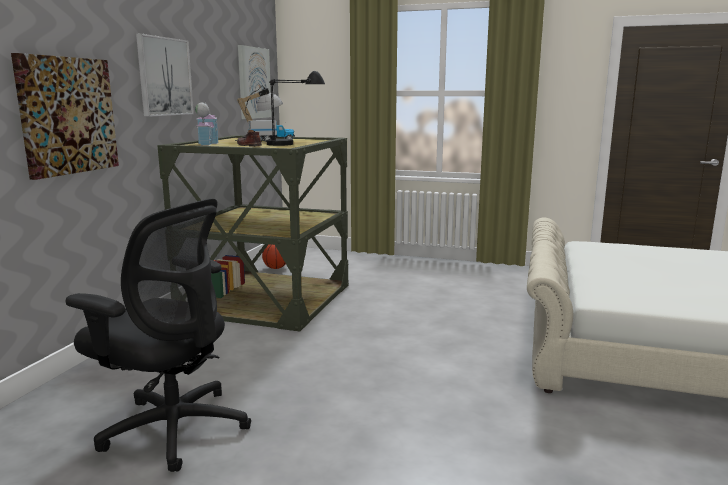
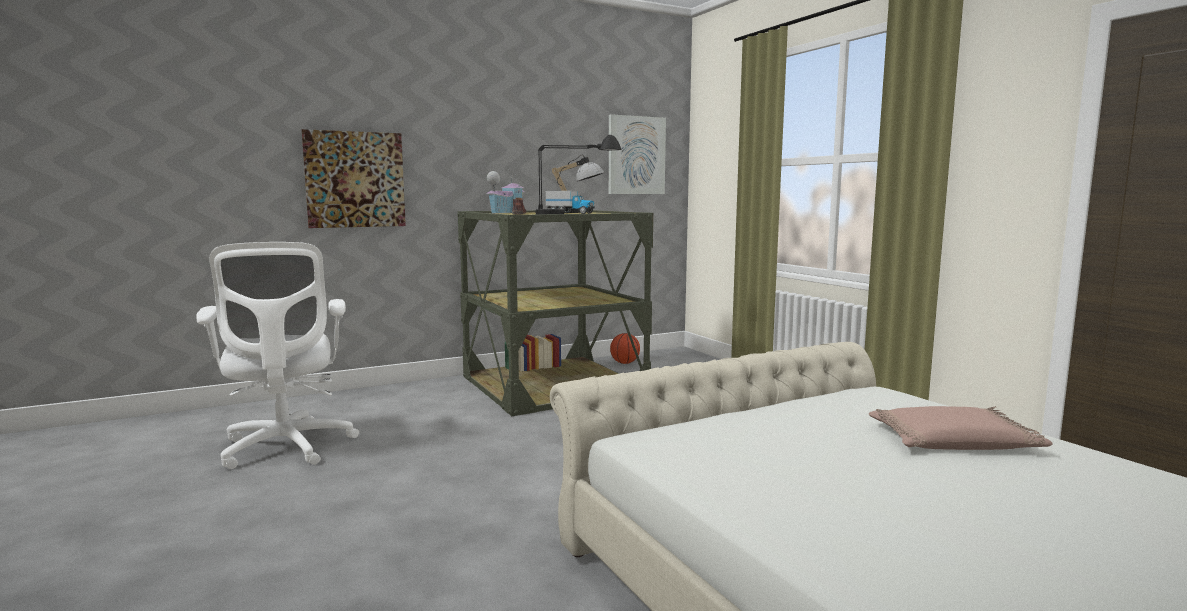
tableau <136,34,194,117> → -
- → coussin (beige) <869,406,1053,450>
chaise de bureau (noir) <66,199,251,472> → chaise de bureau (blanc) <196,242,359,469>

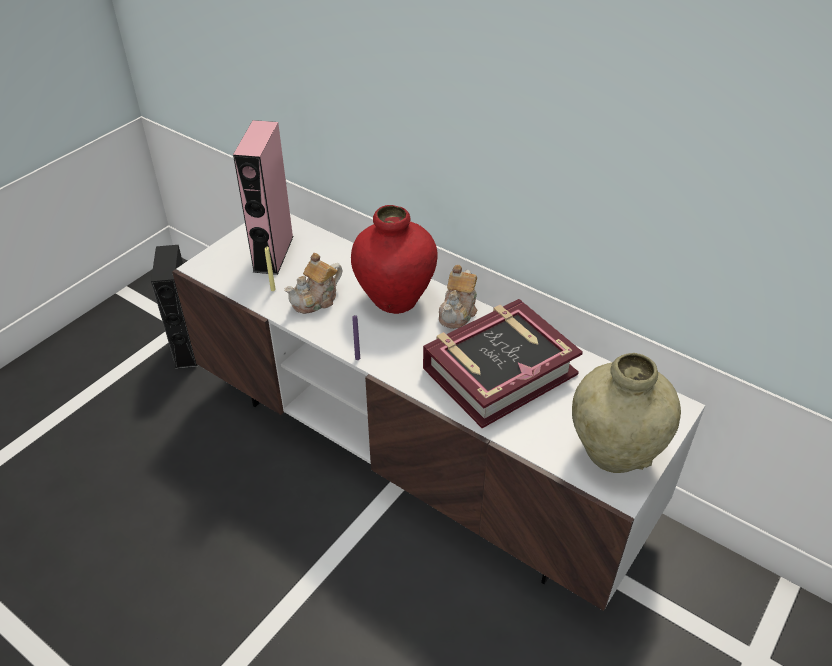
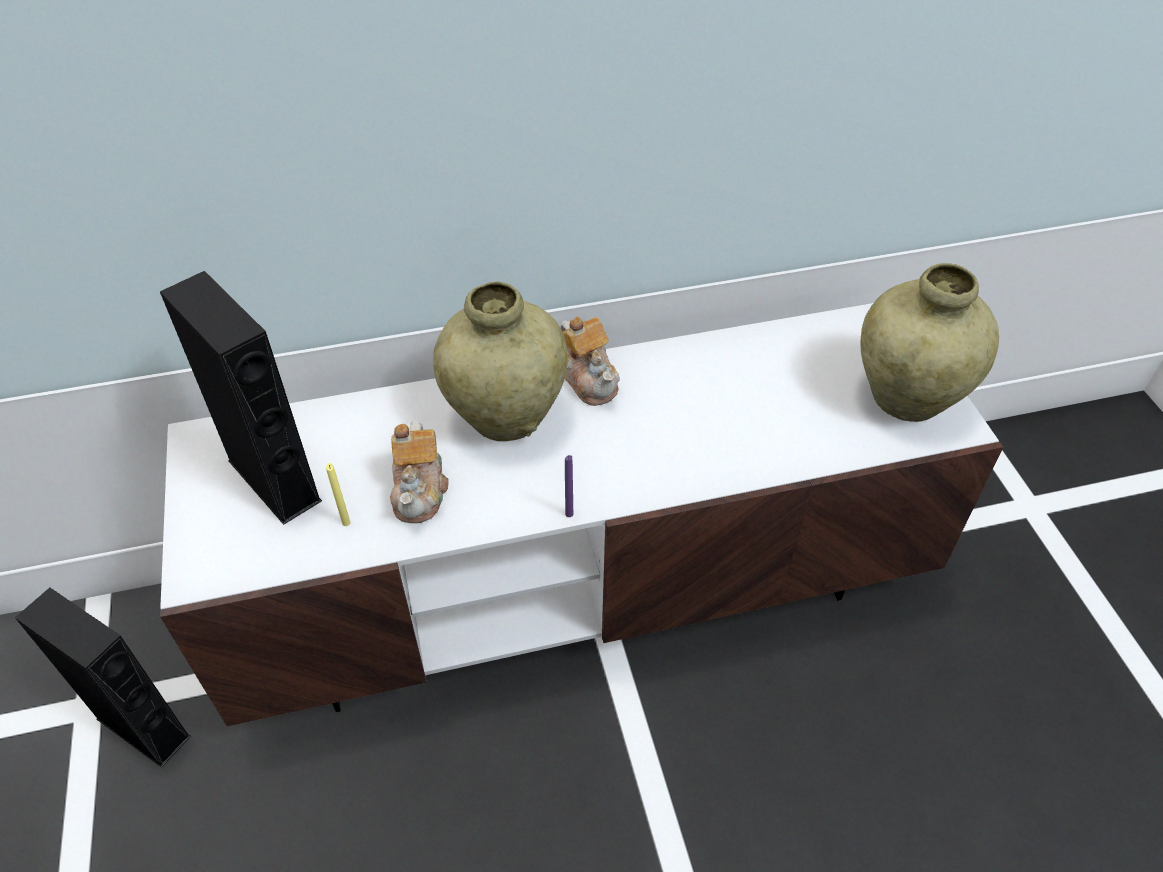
livre <423,299,583,428> → -
enceinte (rose) <233,120,294,275> → enceinte (noir) <160,271,322,525>
vase (rouge) <351,205,438,314> → vase (beige) <433,281,568,441>

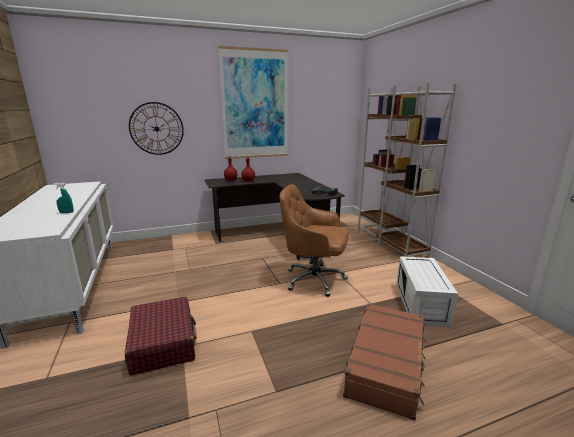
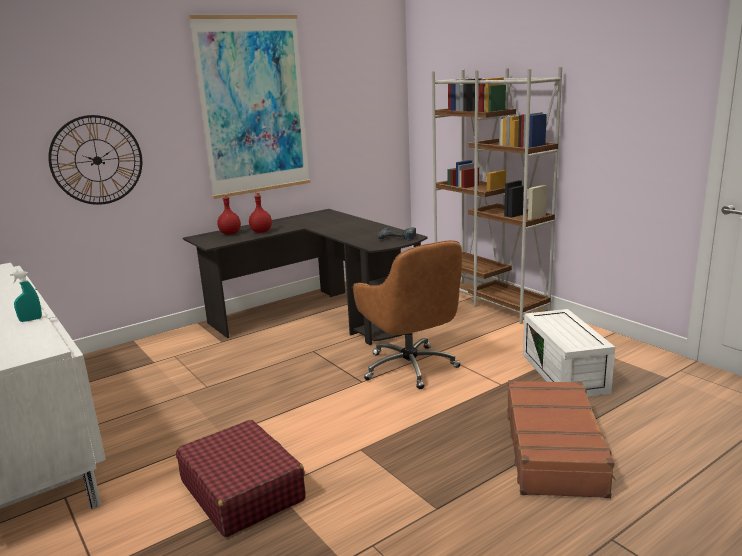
chaise de bureau (marron) <279,184,349,297> → chaise de bureau (marron) <353,240,462,389>, 120 degrees counterclockwise

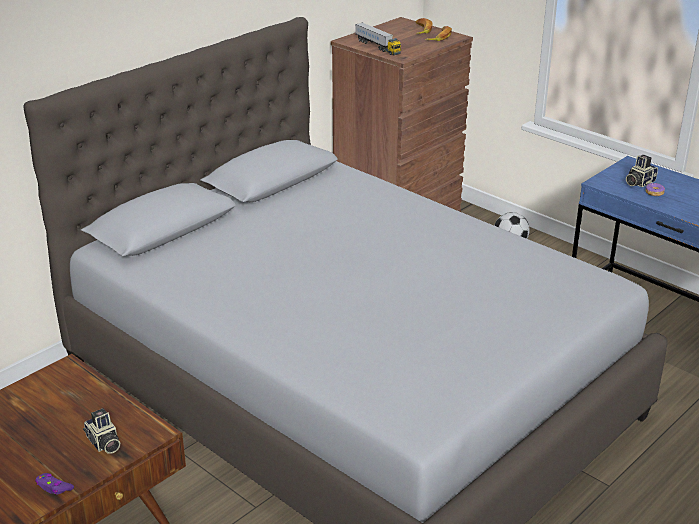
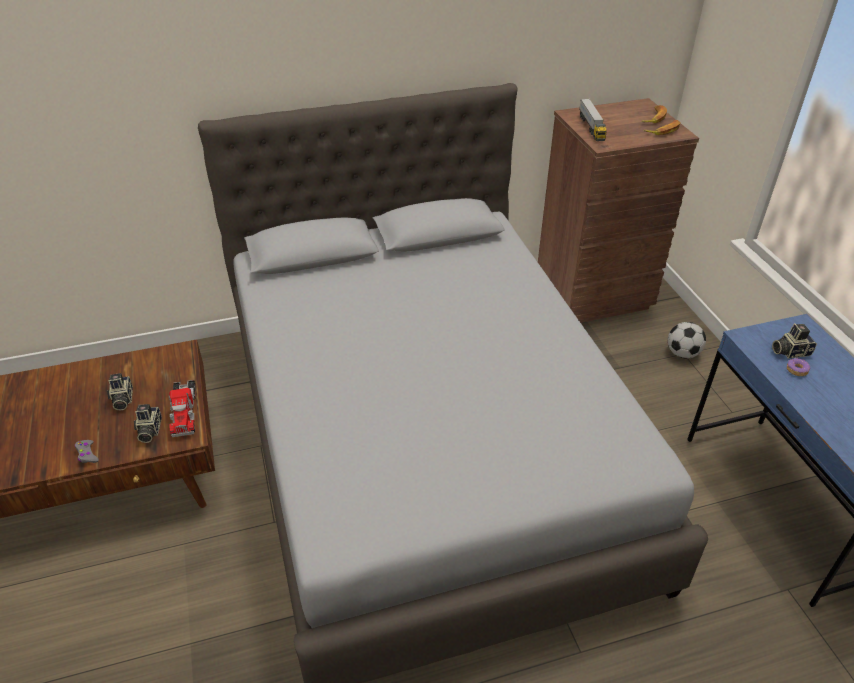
- → appareil photo <107,373,133,411>
- → camion jouet <169,380,196,437>
manette (violet) <35,473,74,494> → manette (gris) <75,440,99,463>

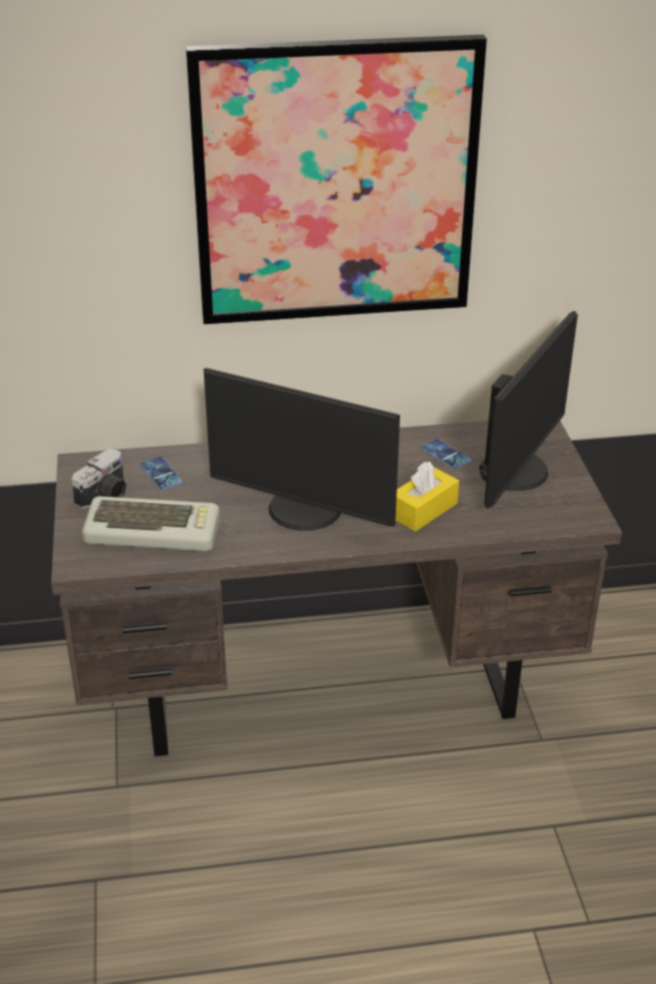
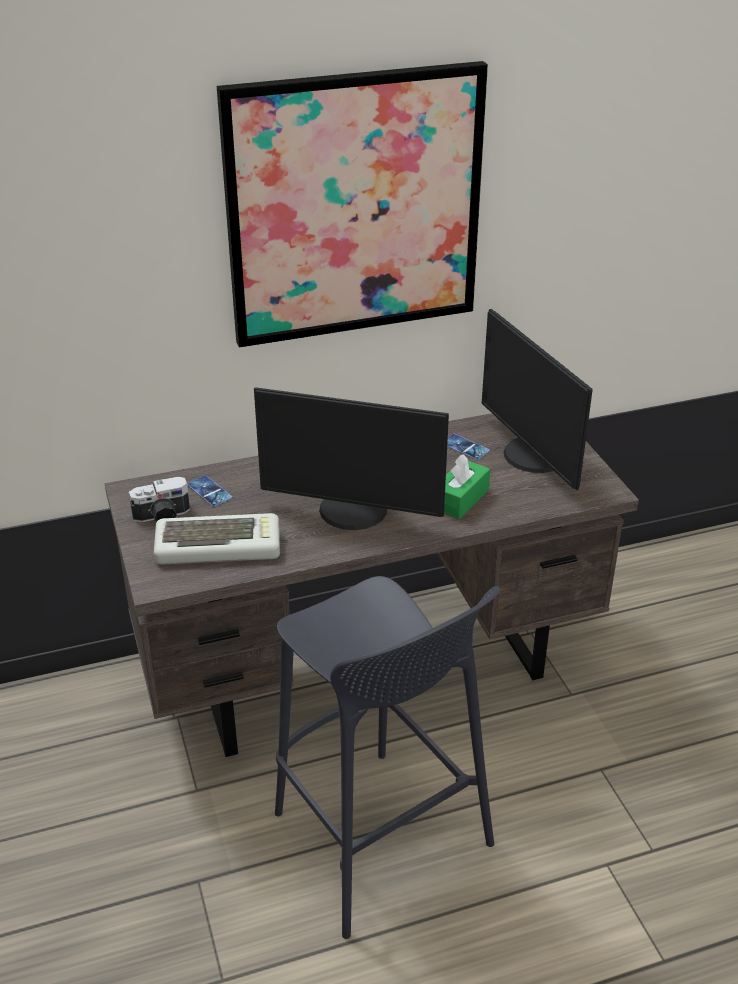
- → tabouret (gris) <275,576,501,939>
boîte à mouchoirs (jaune) <396,462,459,532> → boîte à mouchoirs (vert) <444,454,490,519>
appareil photo <72,449,127,508> → appareil photo <129,477,190,522>, 45 degrees clockwise
écran d'ordinateur <479,311,578,509> → écran d'ordinateur <482,309,593,490>, 135 degrees clockwise

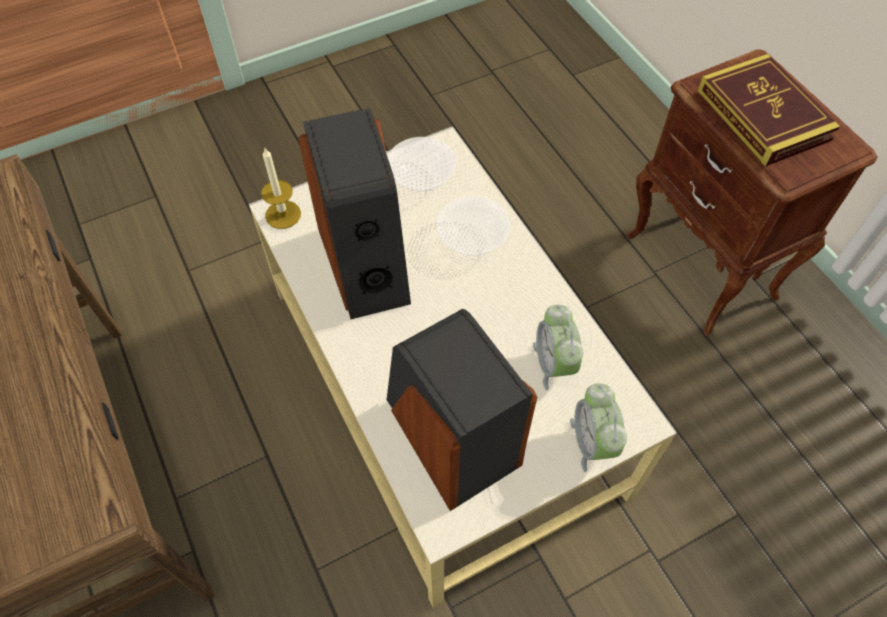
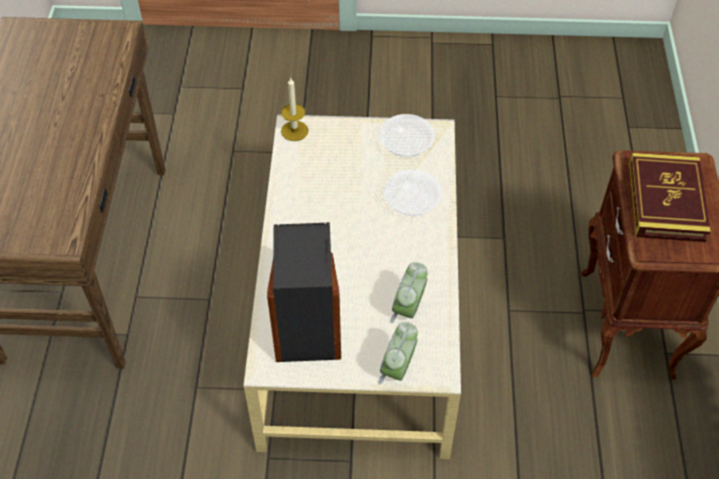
enceinte <298,108,411,319> → -

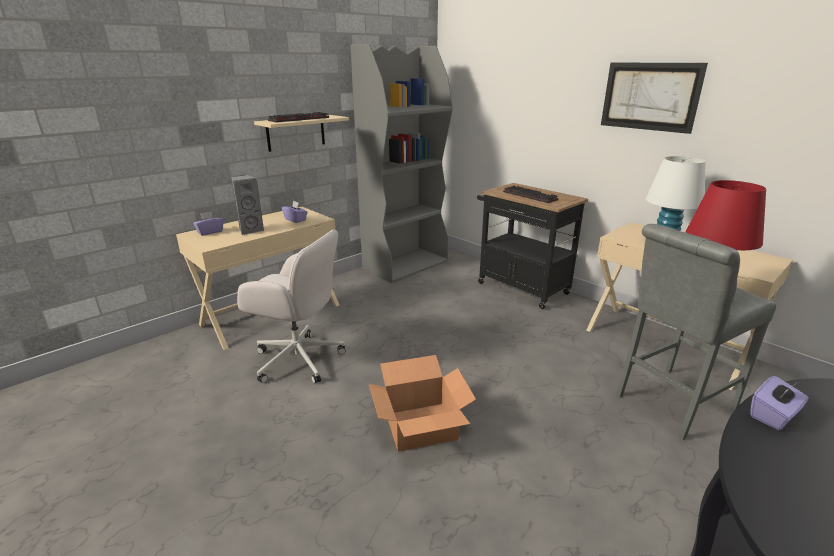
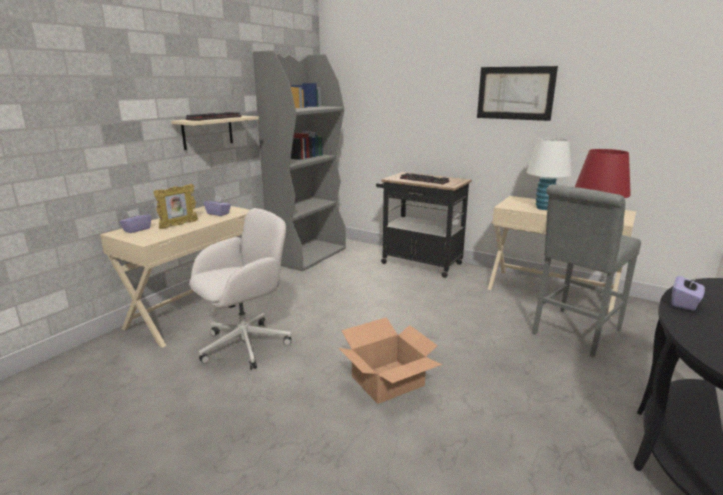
enceinte (gris) <231,175,264,235> → cadre photo <153,184,198,229>
chaise de bureau (blanc) <237,230,346,384> → chaise de bureau (blanc) <189,208,291,370>, 45 degrees counterclockwise

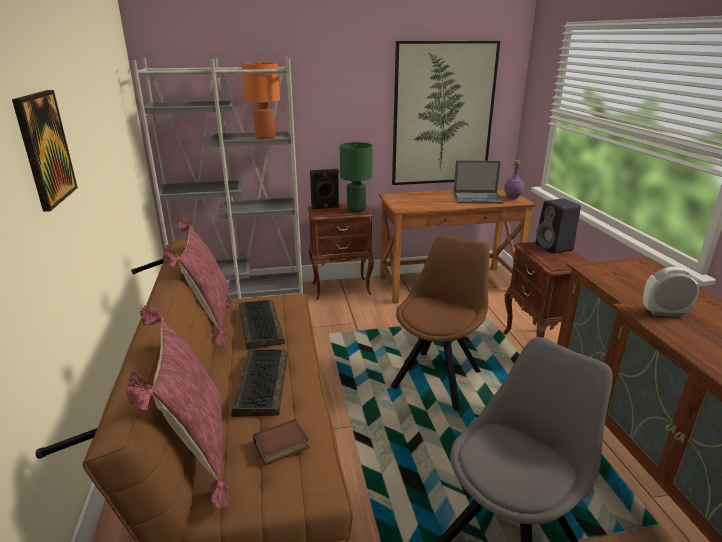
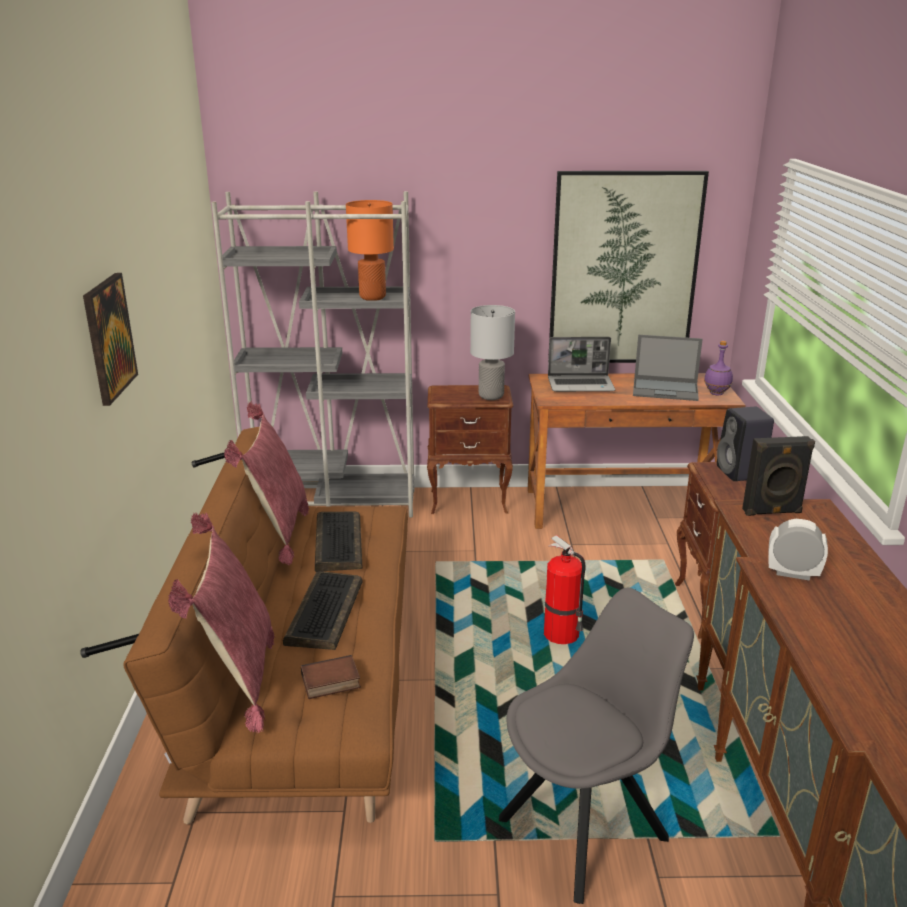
- → ordinateur portable <548,337,615,392>
enceinte (noir) <310,169,339,210> → enceinte (noir) <742,436,815,516>, move
chaise (marron) <391,235,489,411> → extincteur <544,535,586,644>
lampe de table (vert) <340,142,373,212> → lampe de table (gris) <470,305,515,400>

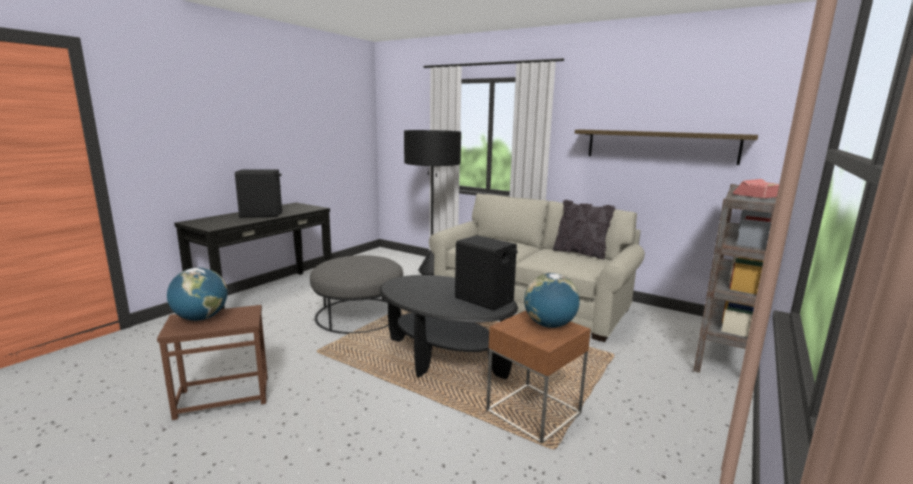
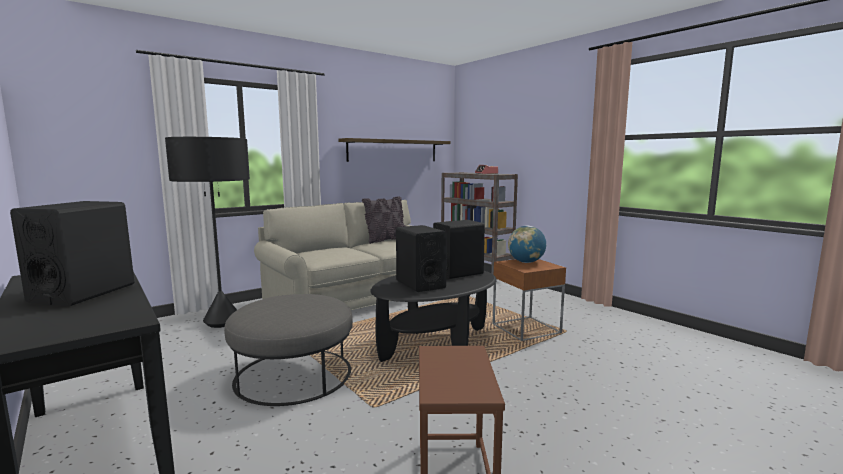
globe <167,268,228,321> → -
- → enceinte (noir) <396,225,447,292>

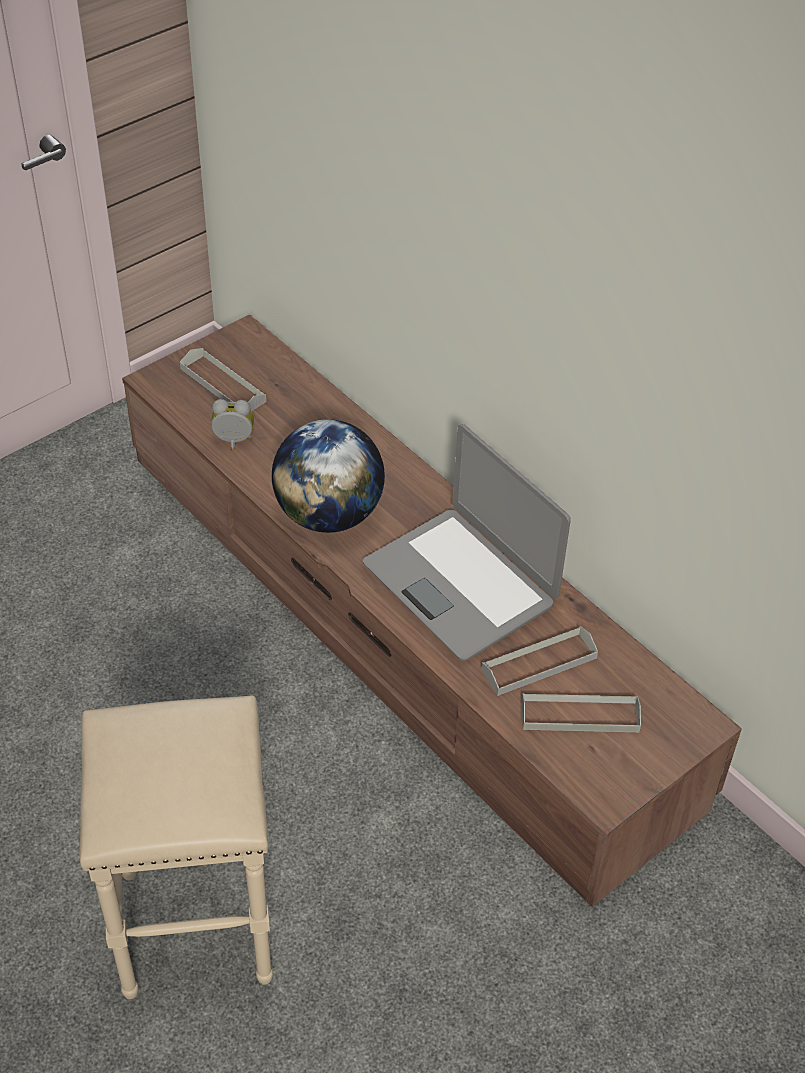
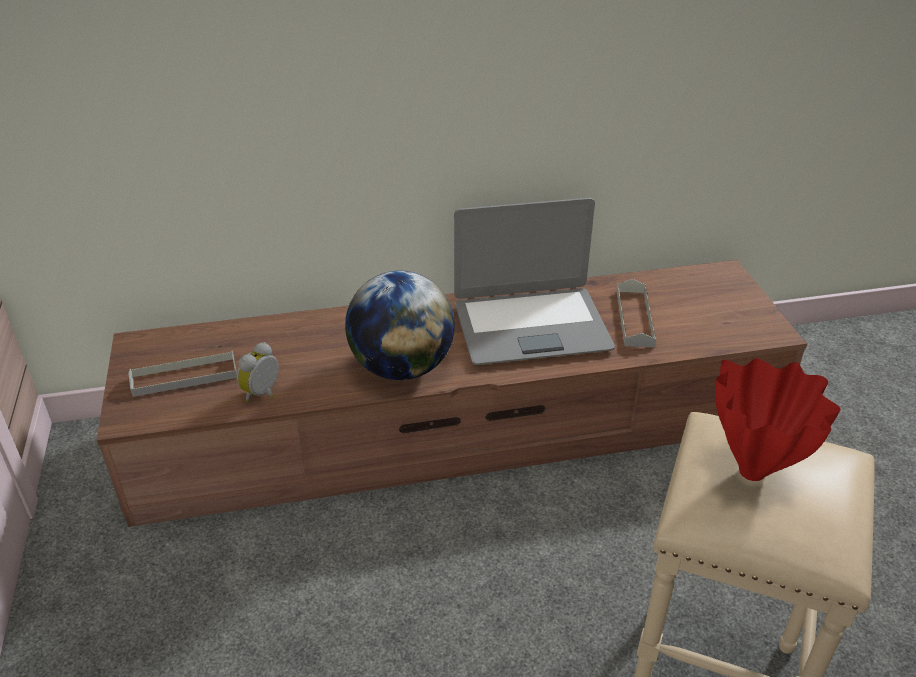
plateau (gris) <522,693,641,732> → -
- → vase (rouge) <715,359,841,481>

